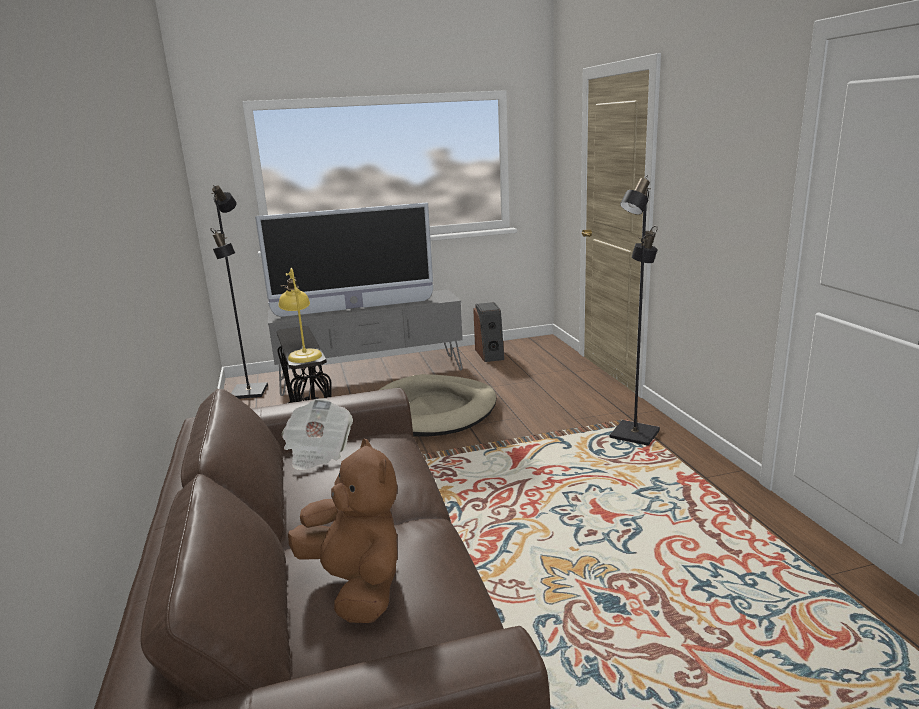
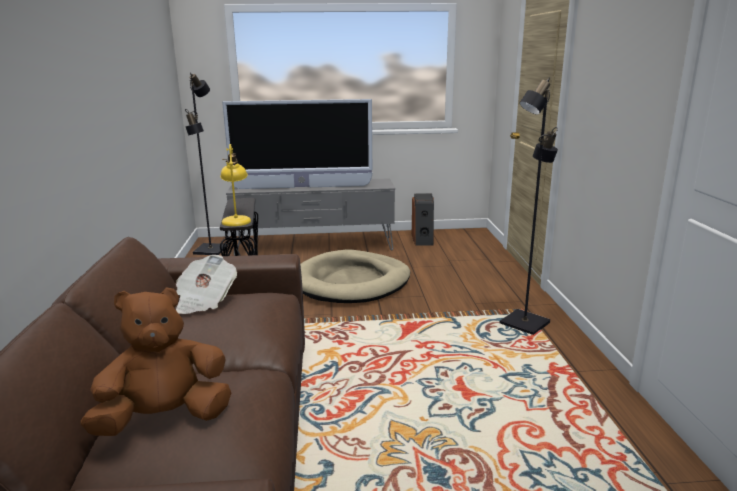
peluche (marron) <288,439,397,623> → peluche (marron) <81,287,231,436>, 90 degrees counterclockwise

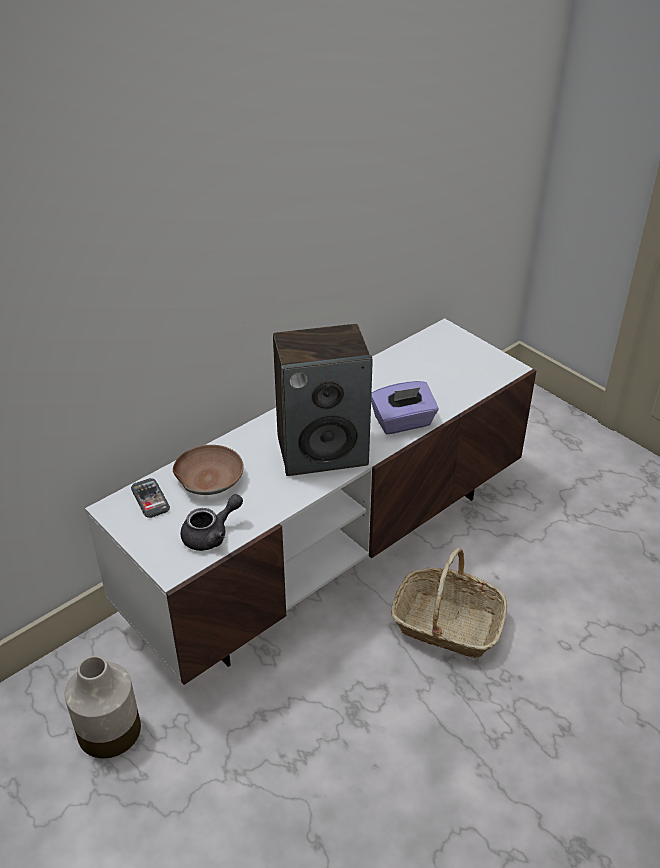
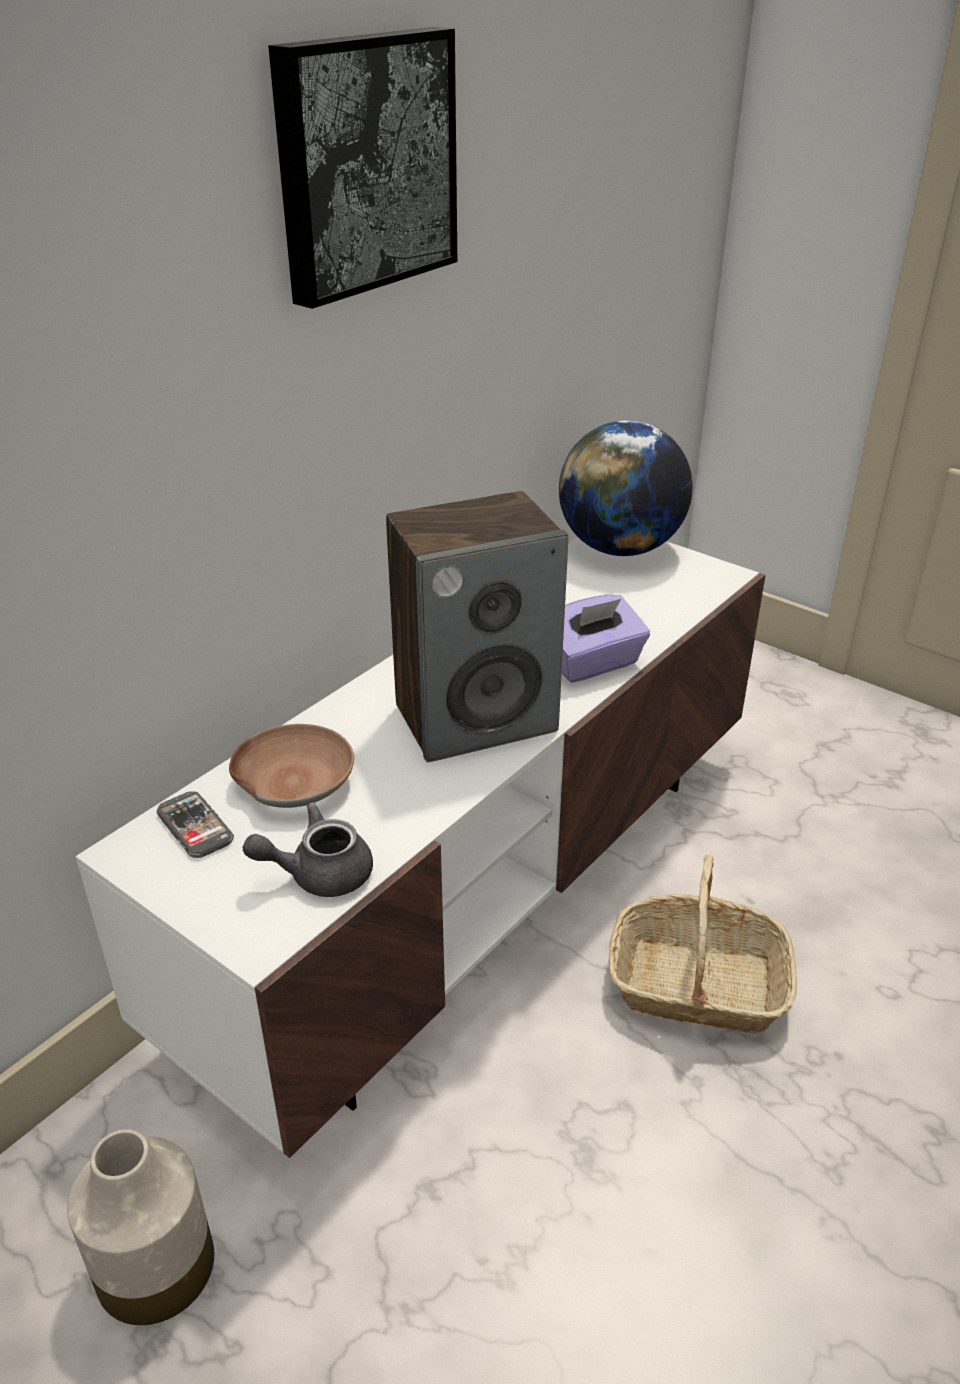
- → tableau <268,27,457,309>
- → globe <559,420,693,556>
théière (gris) <181,494,243,551> → théière (gris) <243,802,373,897>, 150 degrees counterclockwise

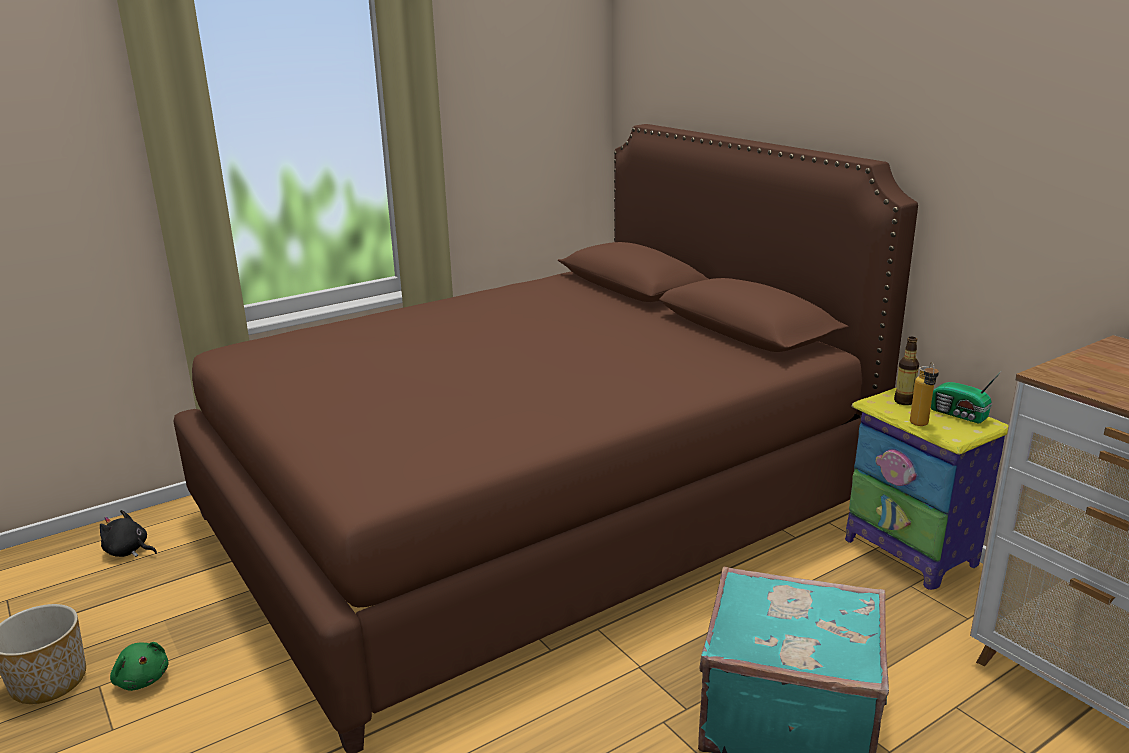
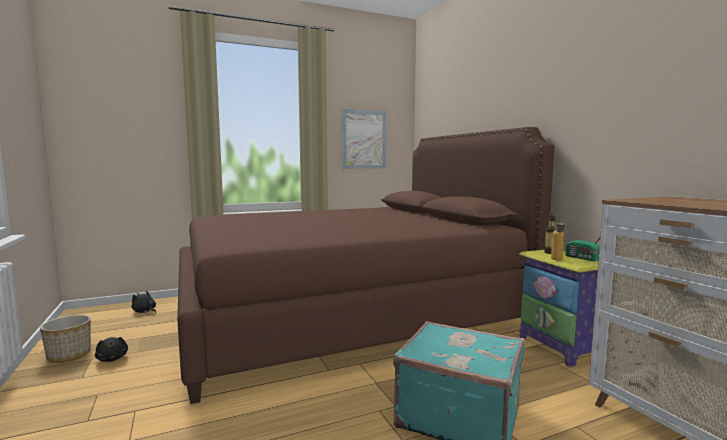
- → tableau <342,109,386,169>
peluche (vert) <110,642,168,691> → peluche (noir) <95,337,128,362>

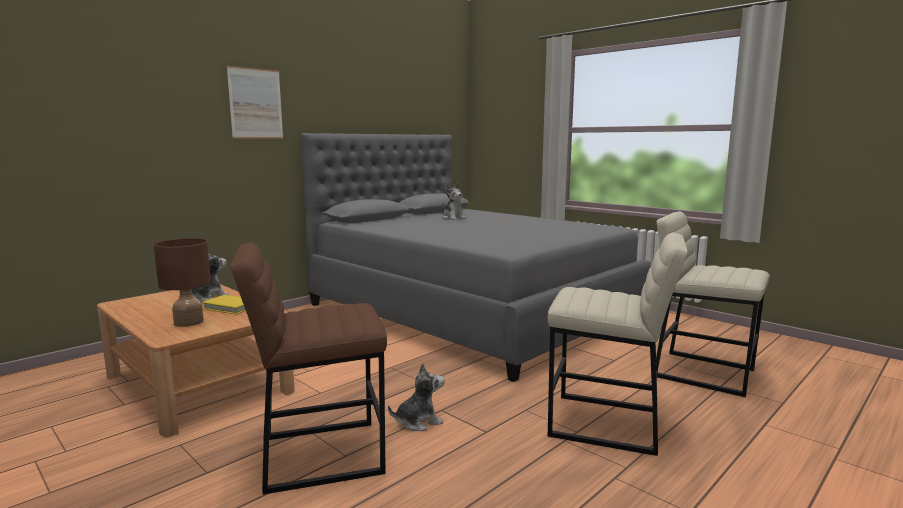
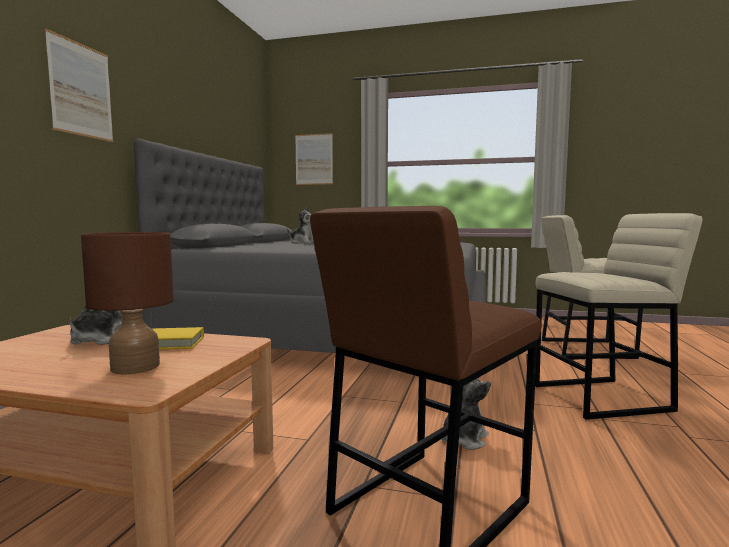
- → tableau <295,133,333,185>

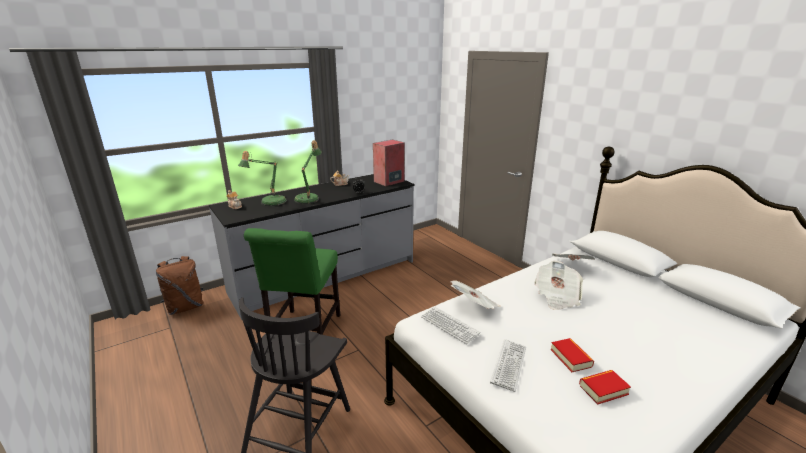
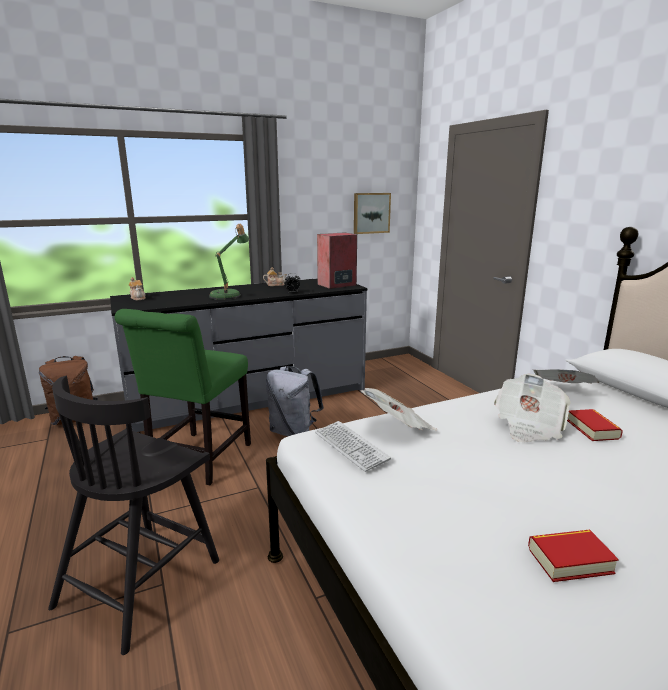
lampe de table <238,151,287,206> → -
clavier <490,339,526,392> → -
- → sac à dos (gris) <266,366,324,436>
- → tableau <354,193,391,234>
livre <550,338,594,372> → livre <567,409,623,441>, move

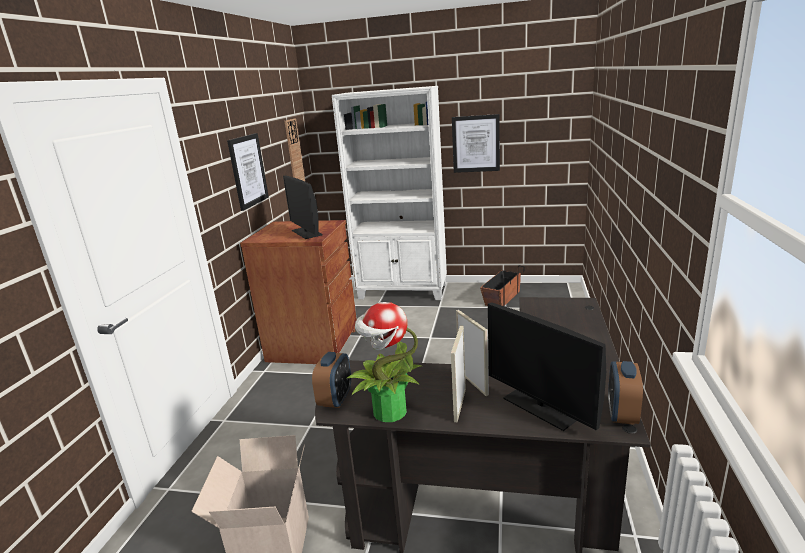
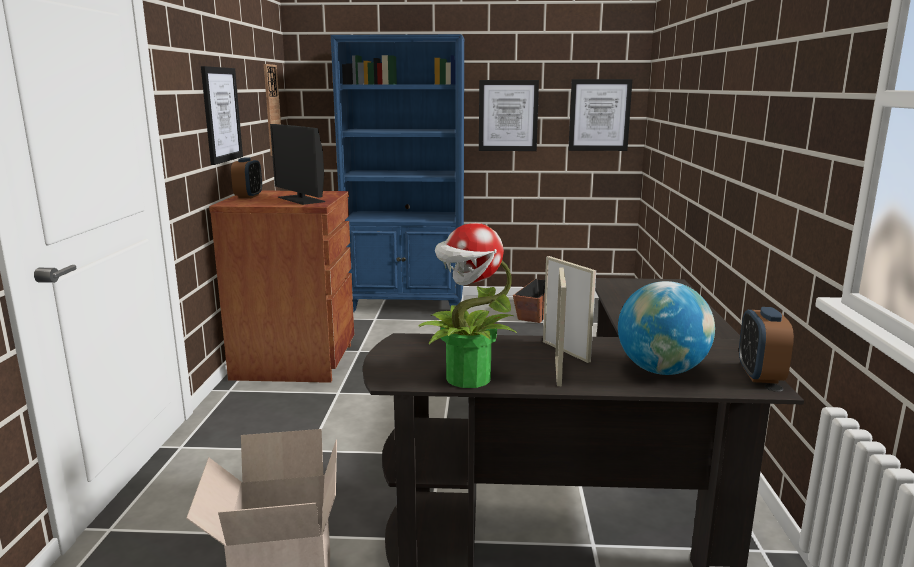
- → tableau <568,79,632,151>
réveil <312,352,351,408> → réveil <231,157,262,198>, move
écran d'ordinateur <488,302,606,431> → globe <618,281,715,375>
bibliothèque (blanc) <332,86,447,300> → bibliothèque (bleu) <331,34,464,312>

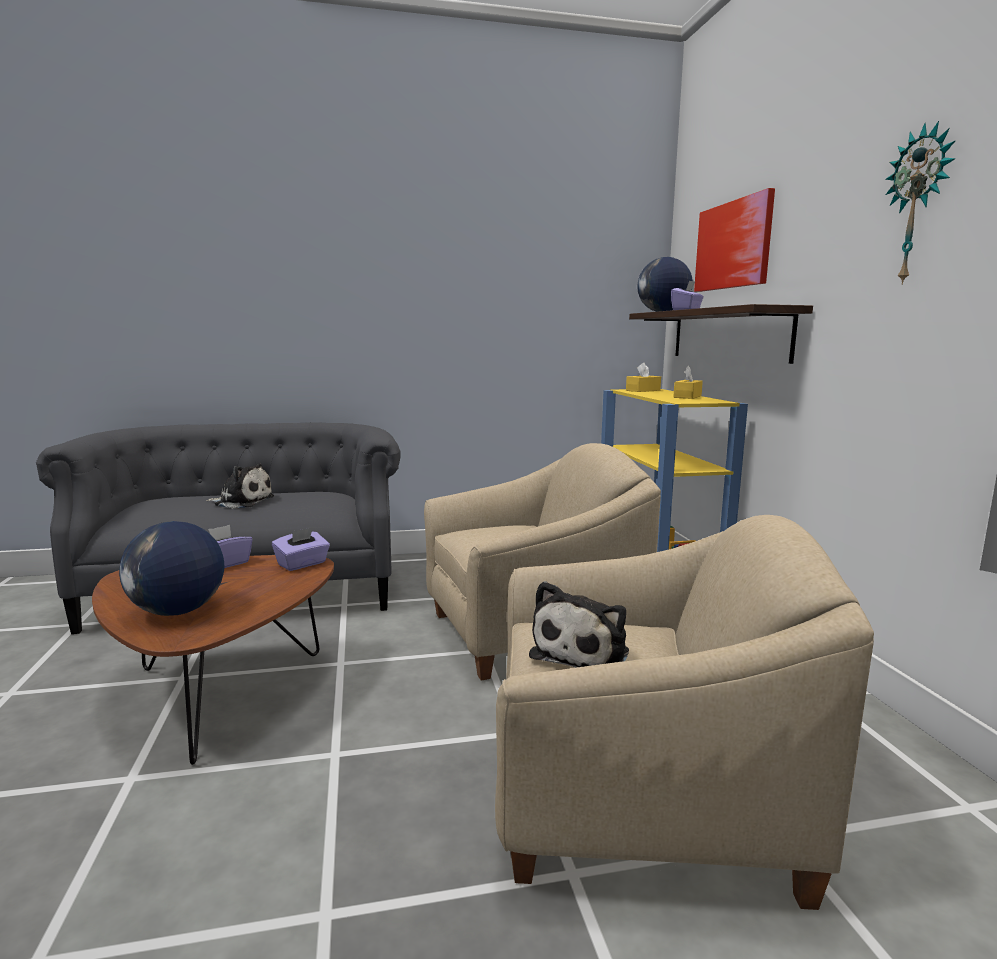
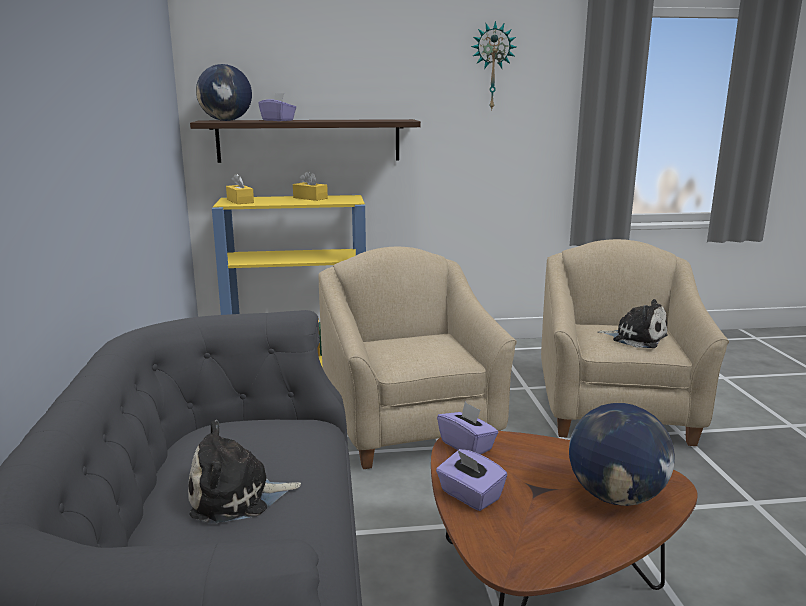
tableau <694,188,775,292> → -
peluche <206,463,274,509> → peluche <188,420,301,523>, 120 degrees counterclockwise

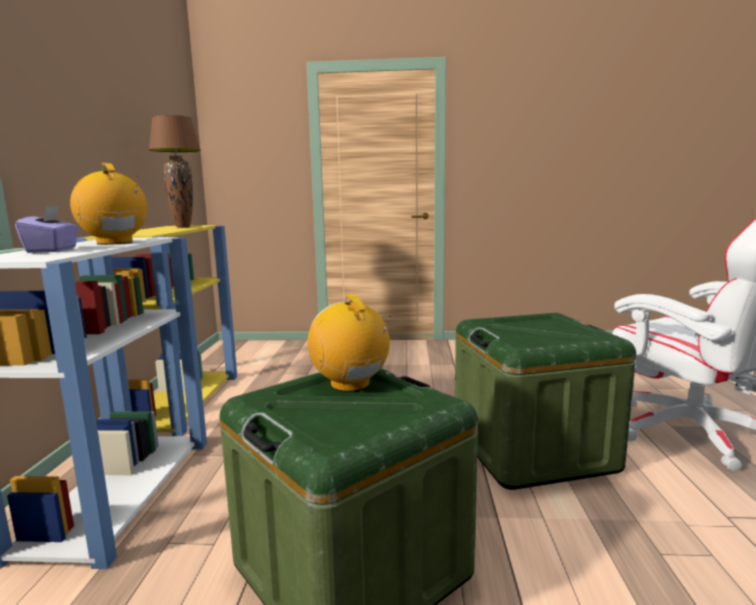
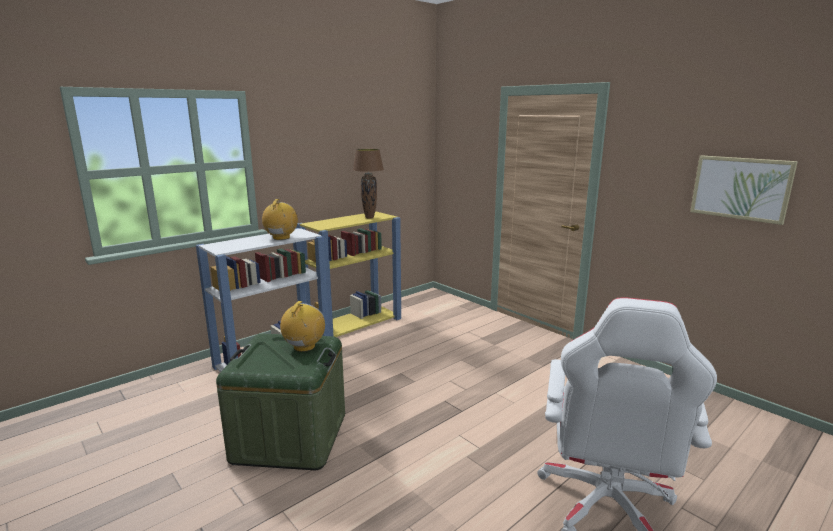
boîte à mouchoirs (violet) <15,206,79,253> → -
boîte de rangement (vert) <455,313,636,490> → -
- → tableau <690,155,798,225>

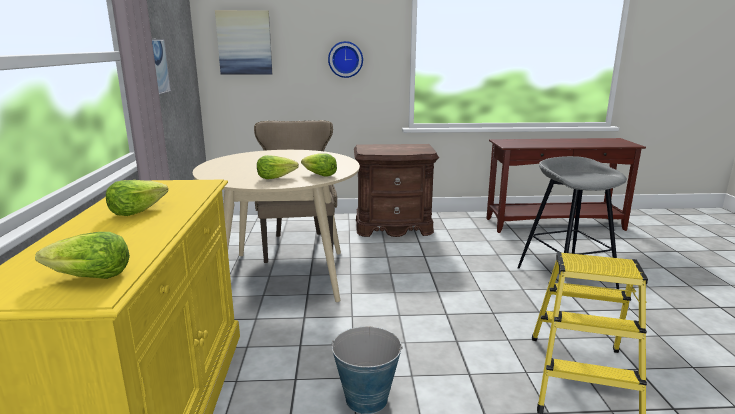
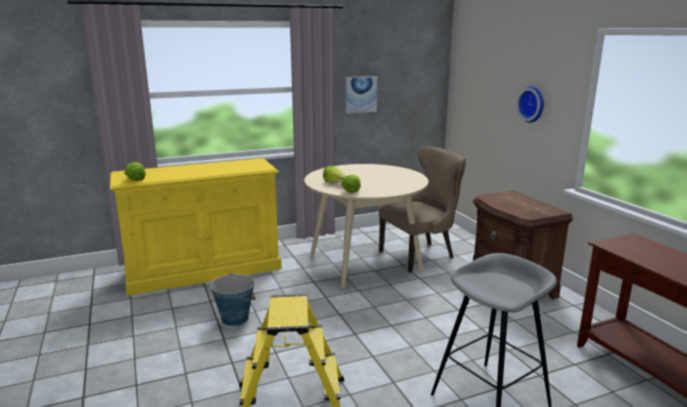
laitue <106,180,168,216> → -
tableau <215,10,272,75> → -

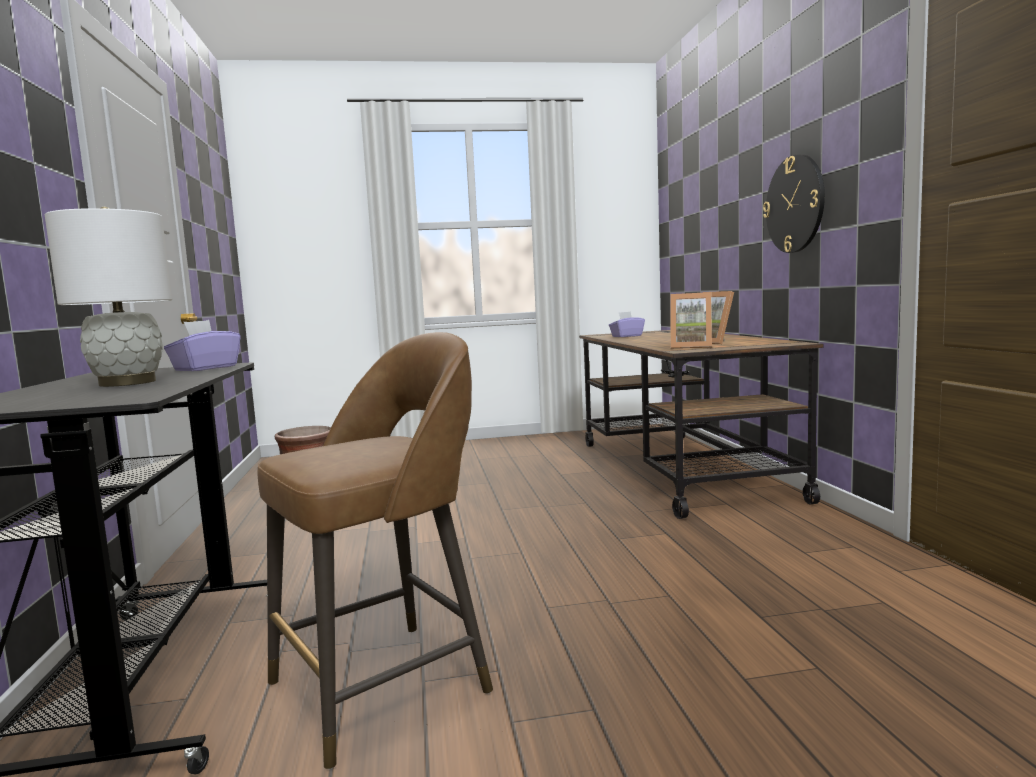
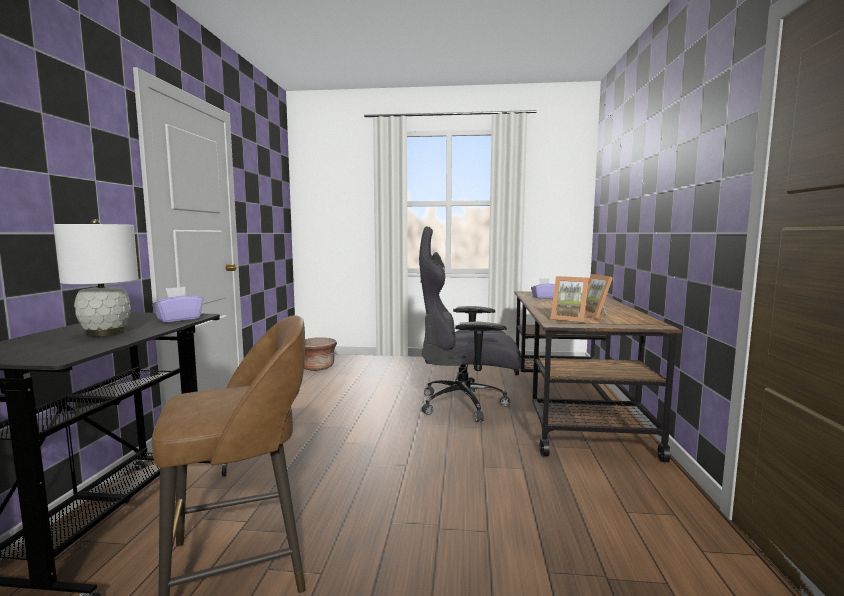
horloge murale <763,154,825,253> → -
- → chaise de bureau (noir) <419,226,522,422>

